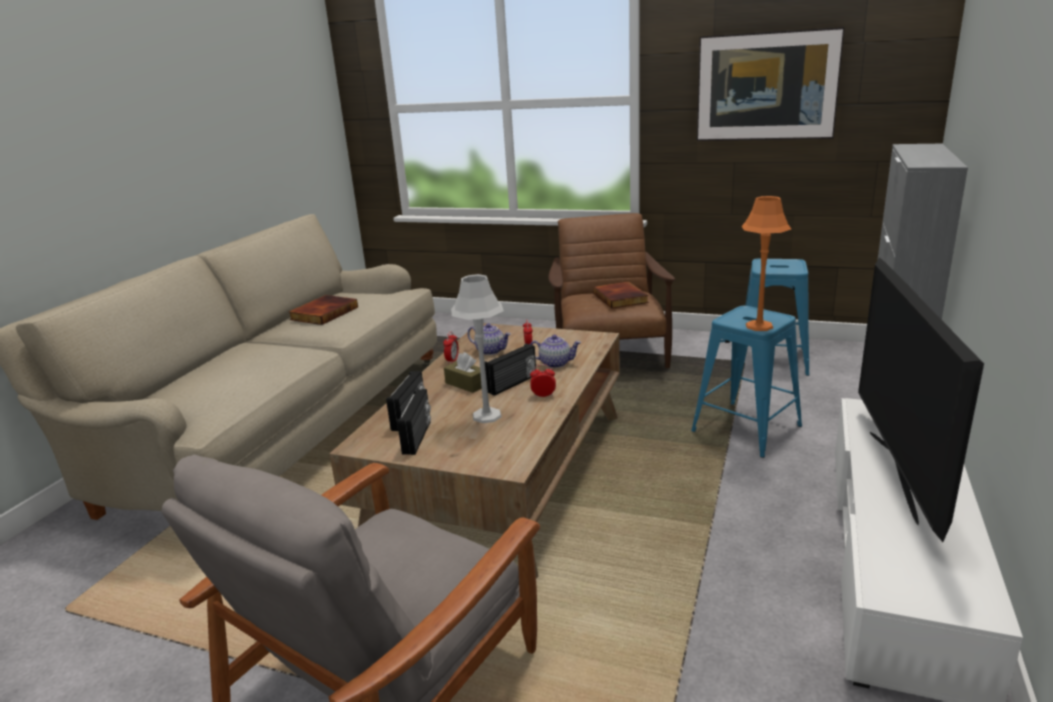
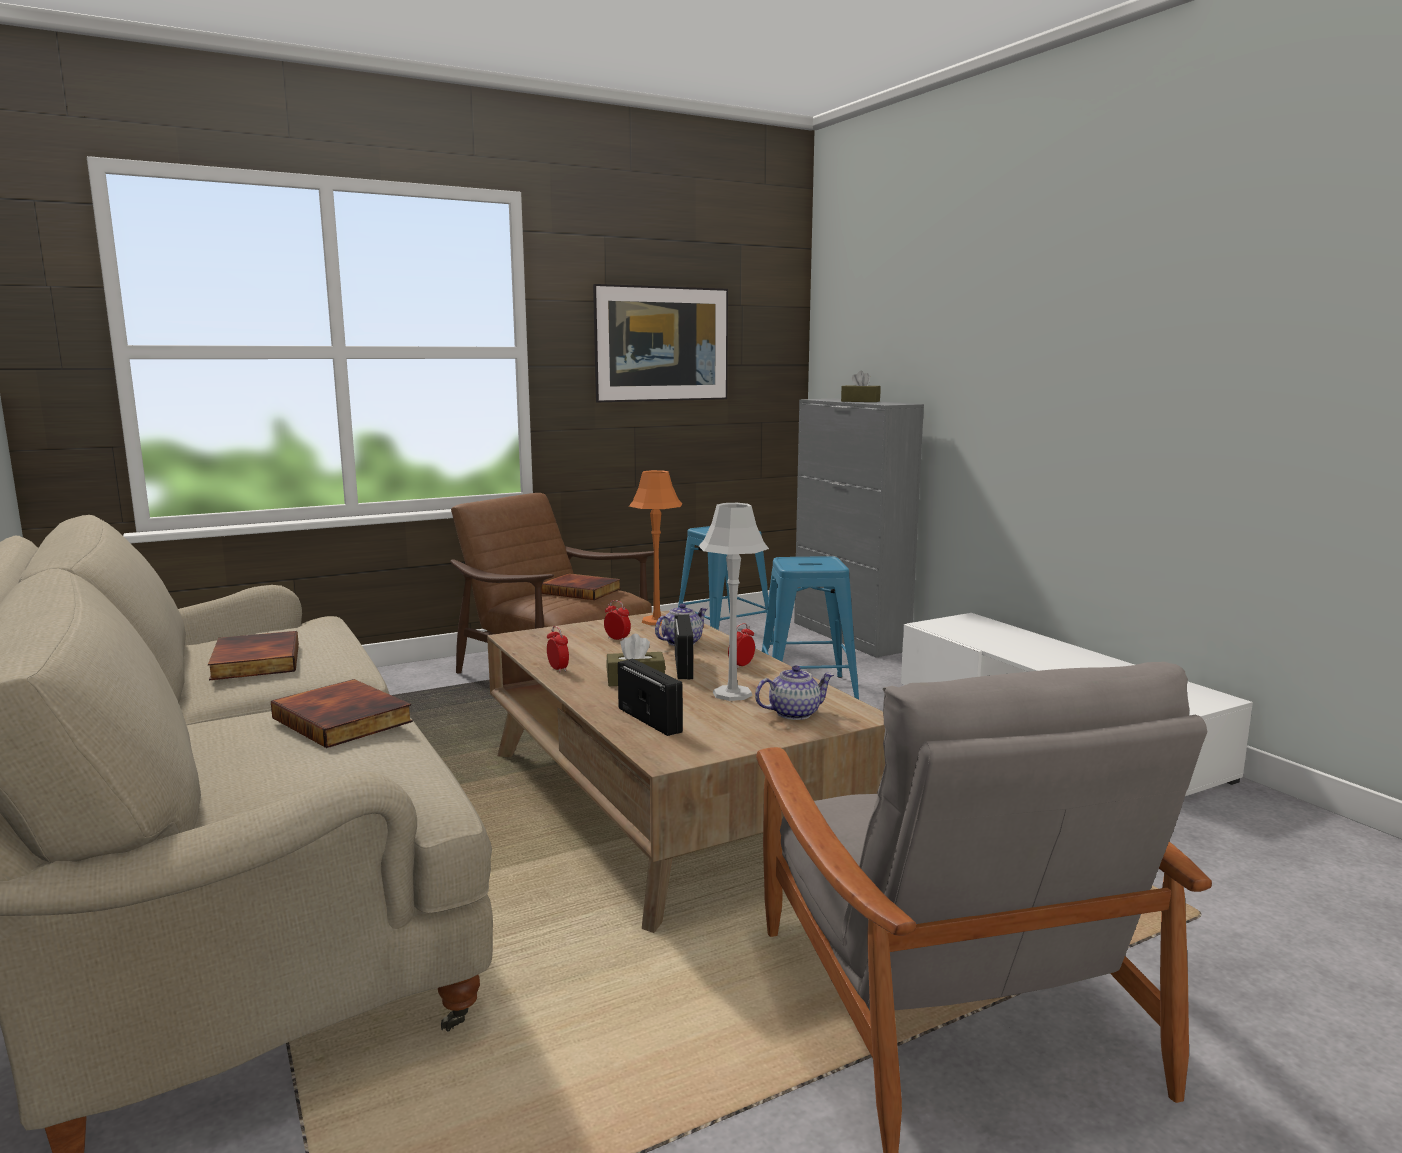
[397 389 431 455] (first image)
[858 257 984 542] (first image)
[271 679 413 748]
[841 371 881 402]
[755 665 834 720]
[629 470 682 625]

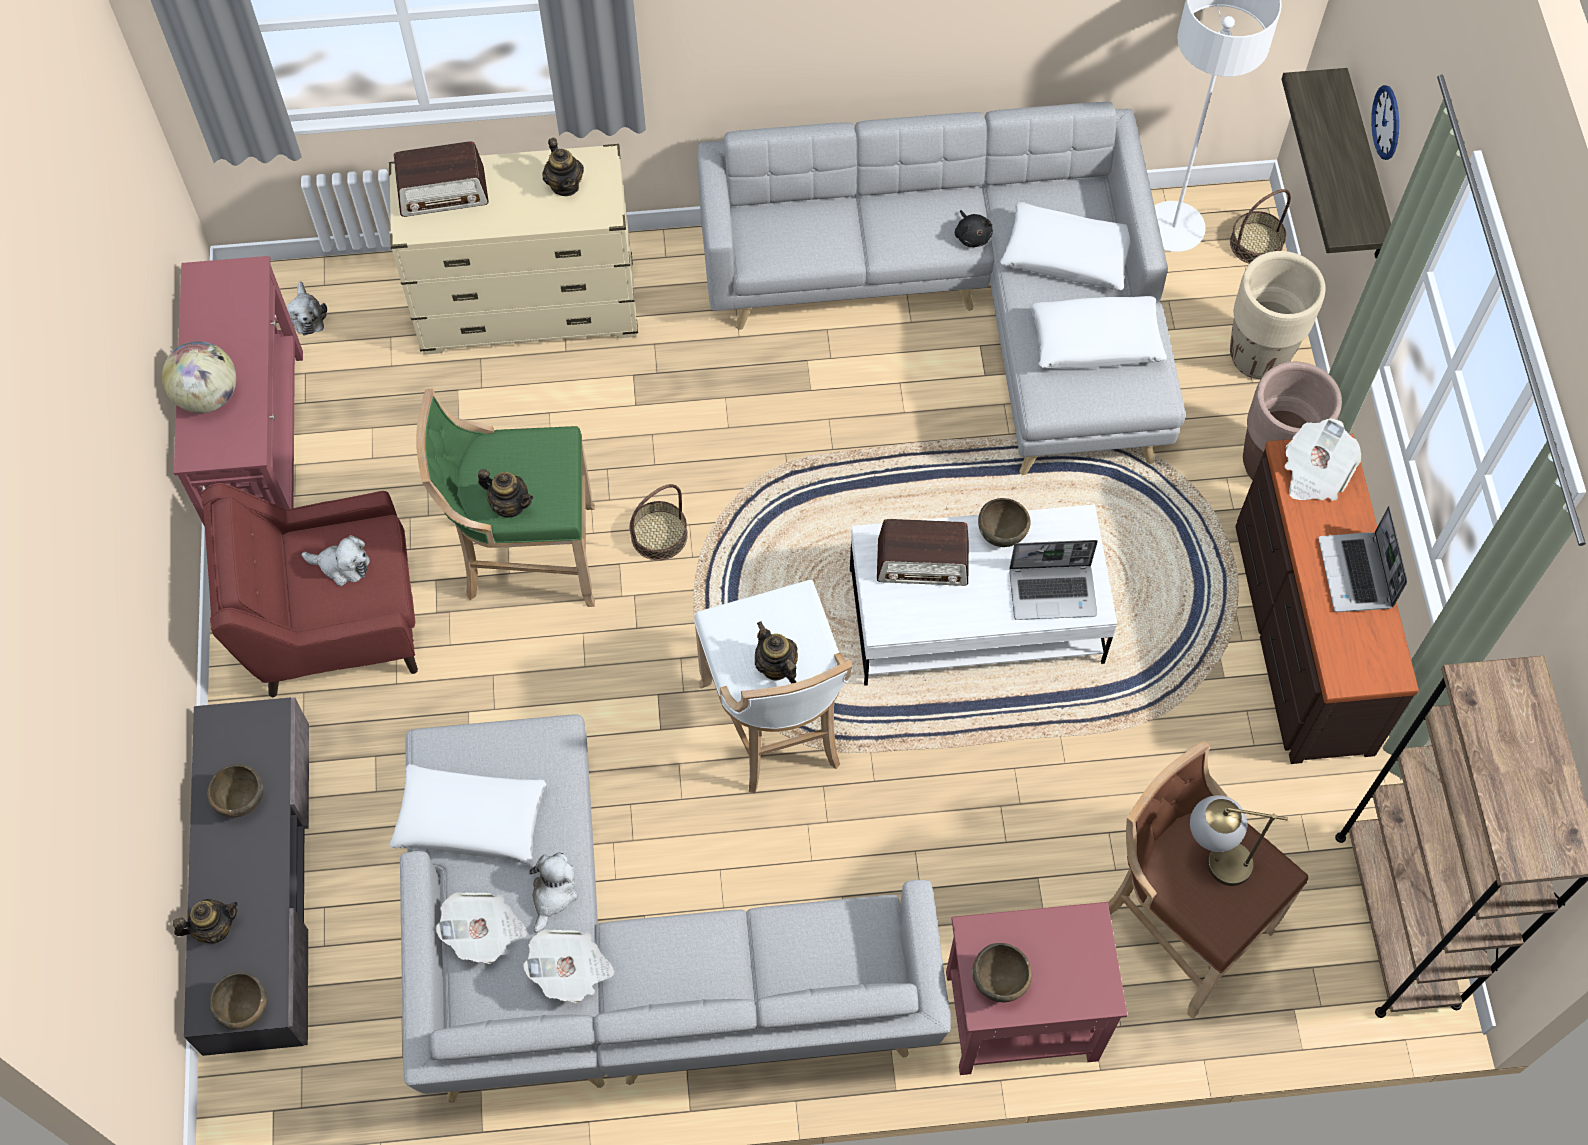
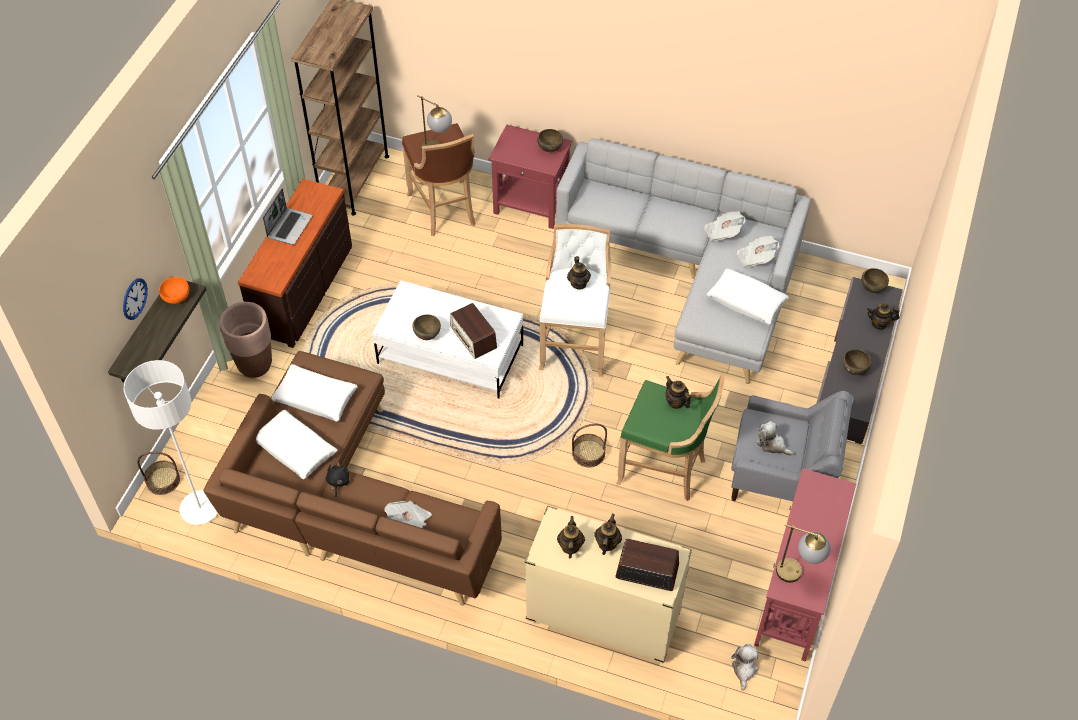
[162 341 236 413] (first image)
[529 853 578 933] (first image)
[1009 540 1098 620] (first image)
[1230 251 1325 379] (first image)
[159 277 189 304]
[594 514 622 555]
[776 524 831 583]
[385 501 432 528]
[731 391 853 501]
[203 351 502 606]
[450 303 497 359]

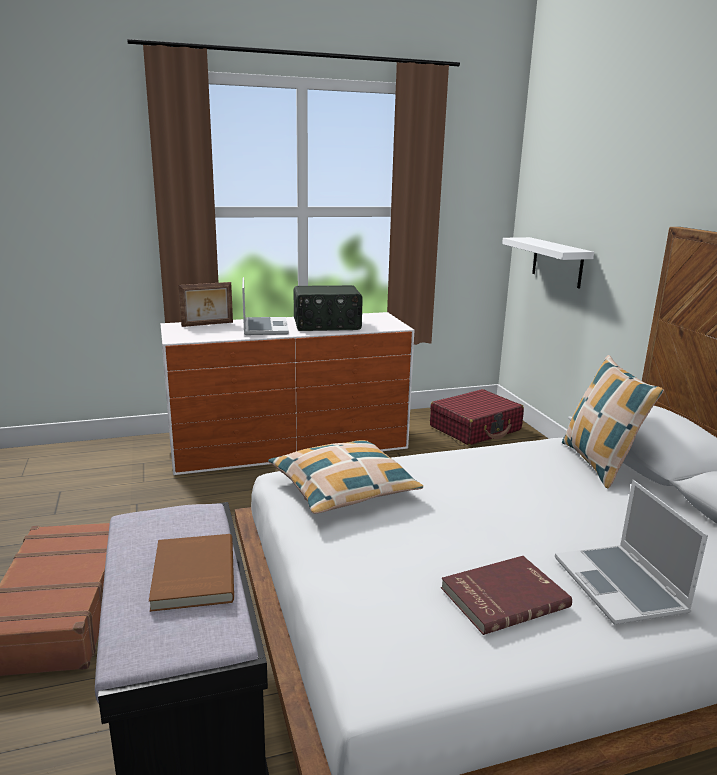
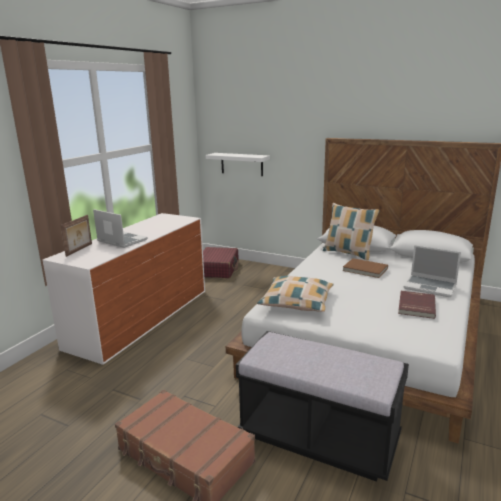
[294 285 363 331] (first image)
[343 258 388 278]

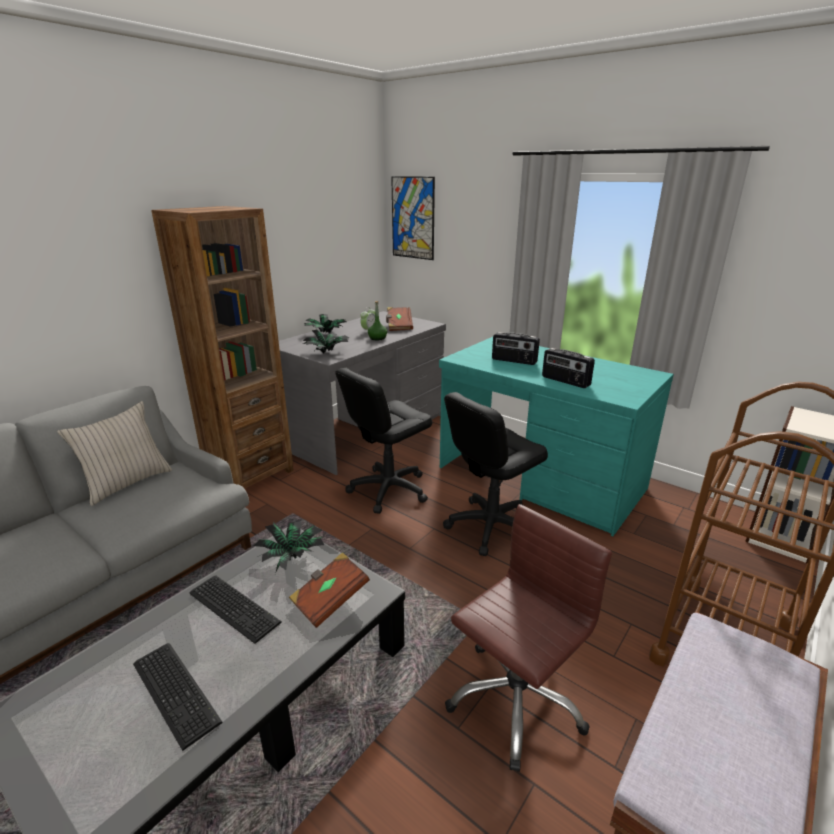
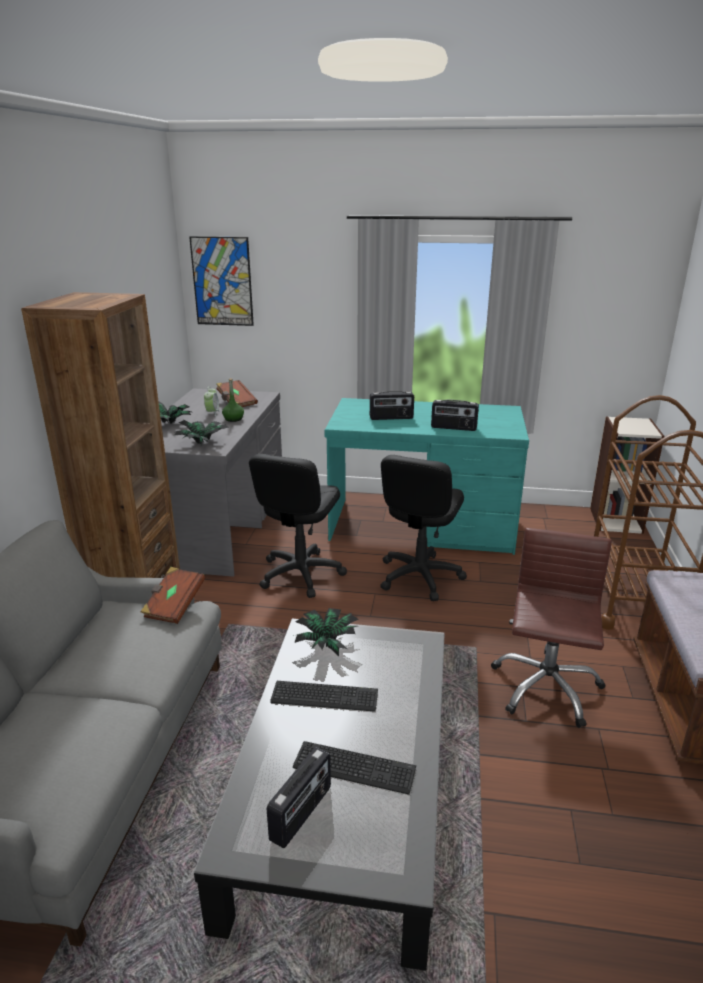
[57 401 172 506] (first image)
[267 747 331 848]
[141 567 206 624]

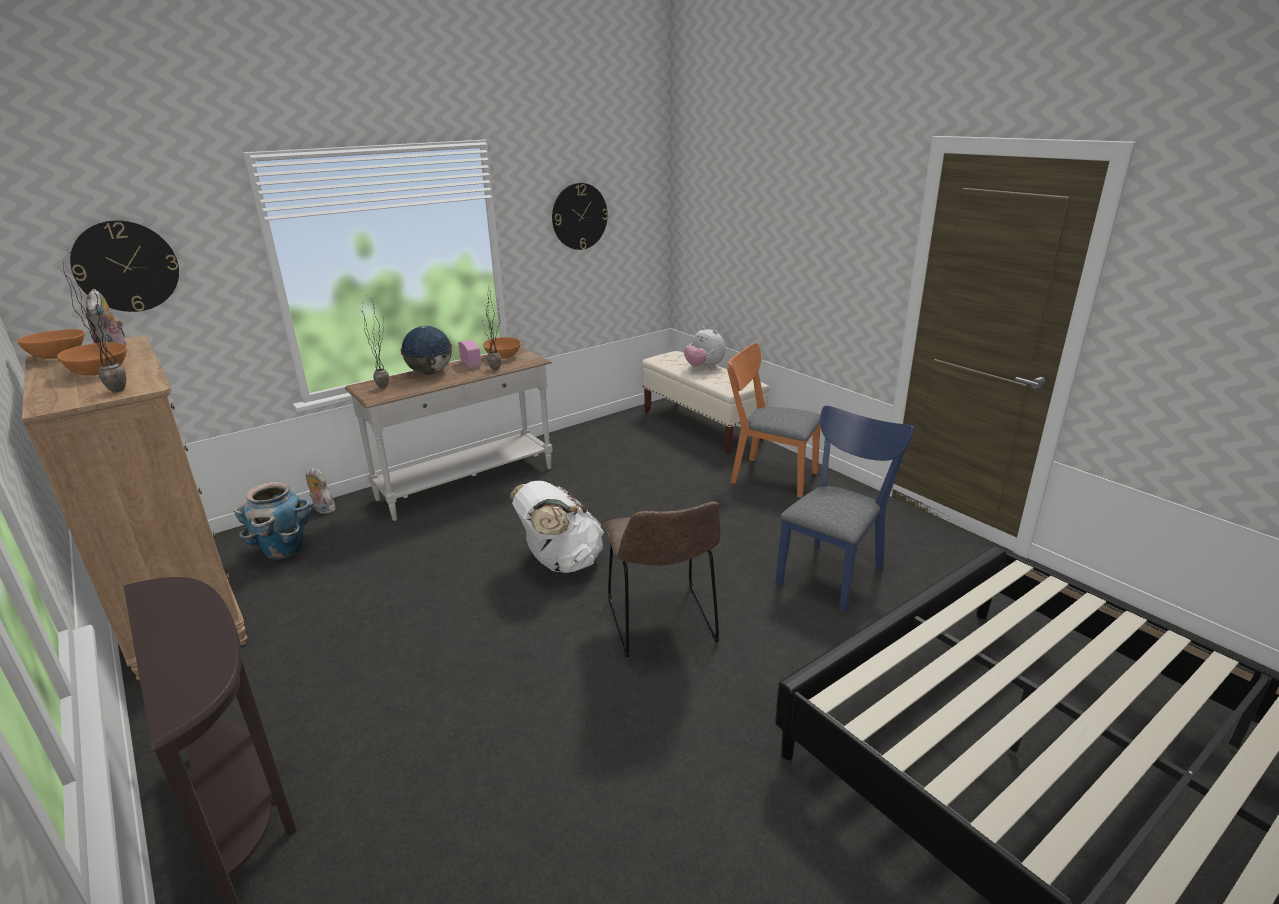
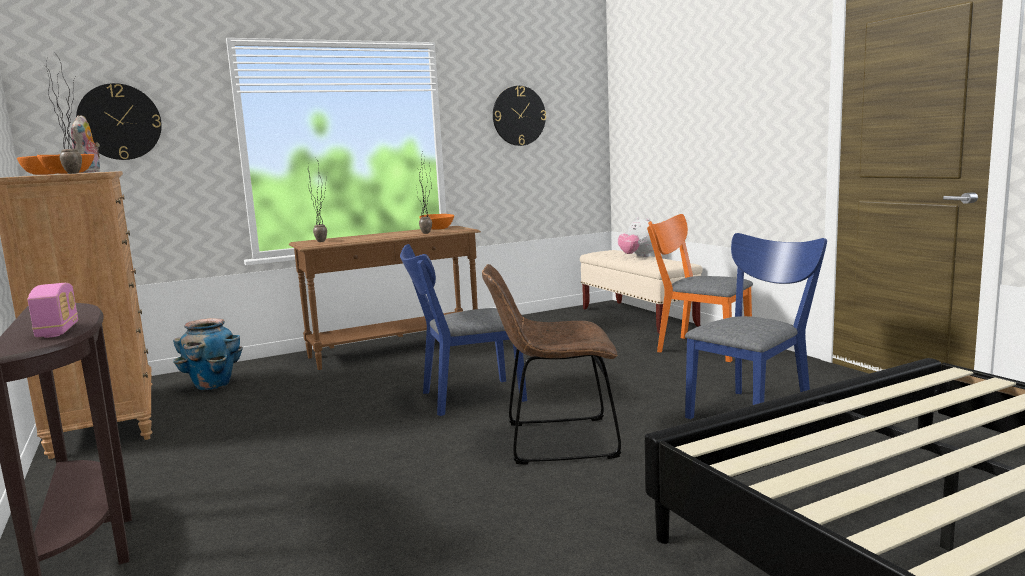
[306 468 335 514] (first image)
[400 326 452 375] (first image)
[28 283 78 338]
[400 244 527 416]
[289 226 481 370]
[482 264 622 465]

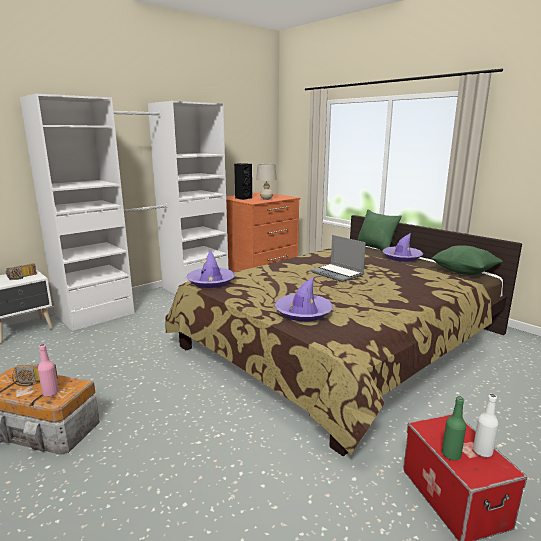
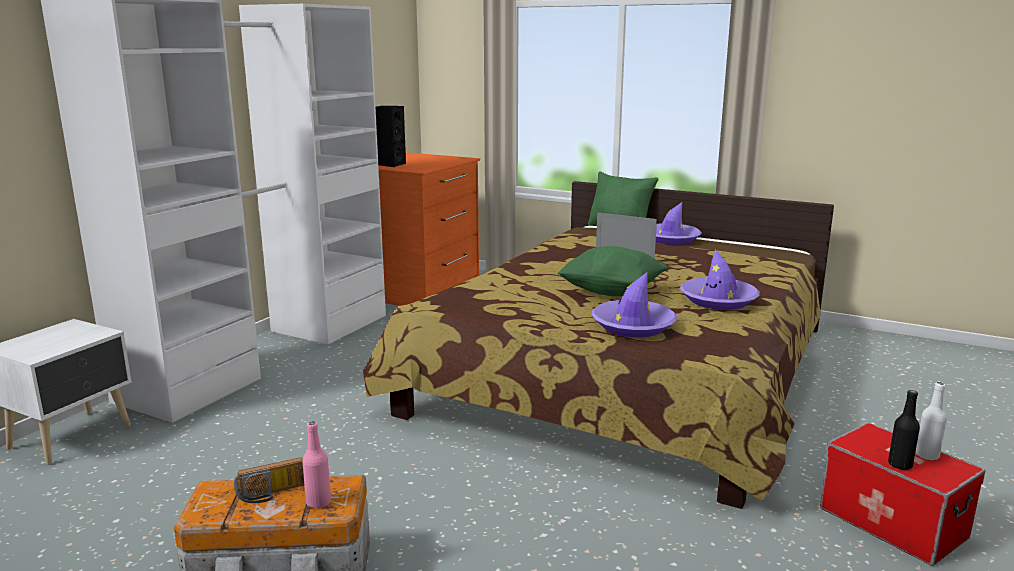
[6 263 37 280] (first image)
[256 164 277 200] (first image)
[680 249 760 310]
[557 246 669 296]
[888 390 920 470]

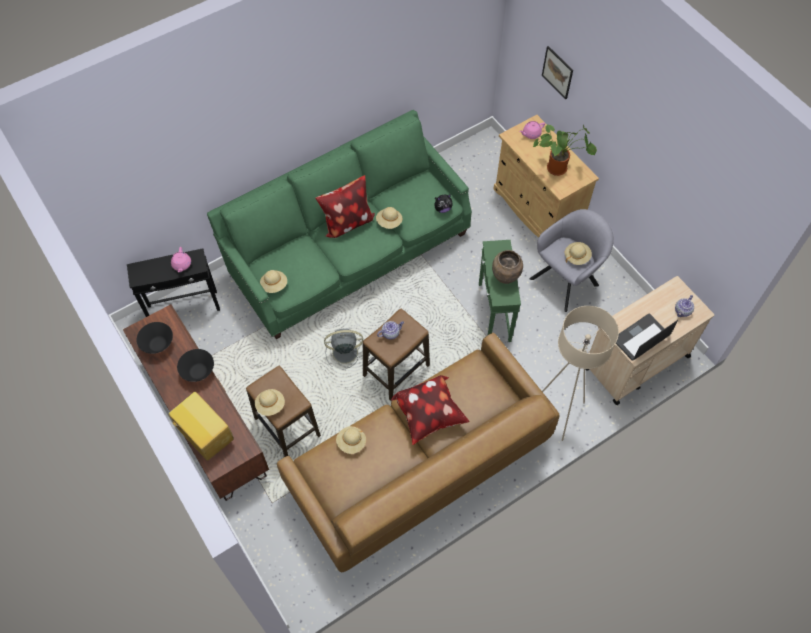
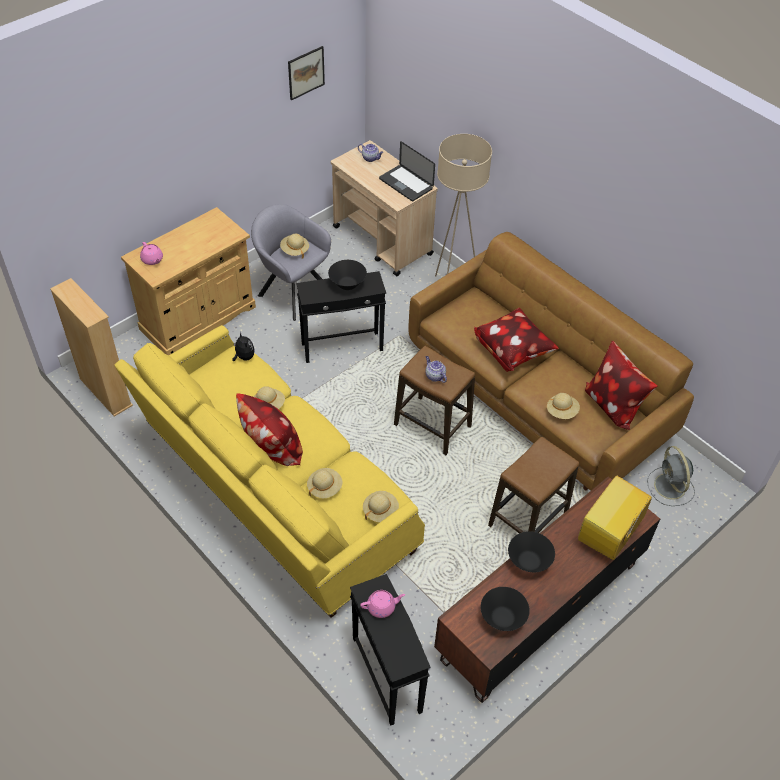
[533 124 597 176] (first image)
[50 278 133 417]
[585 341 657 430]
[307 468 342 498]
[647 446 695 506]
[288 46 325 100]
[328 260 367 290]
[115 325 425 618]
[296 271 386 363]

